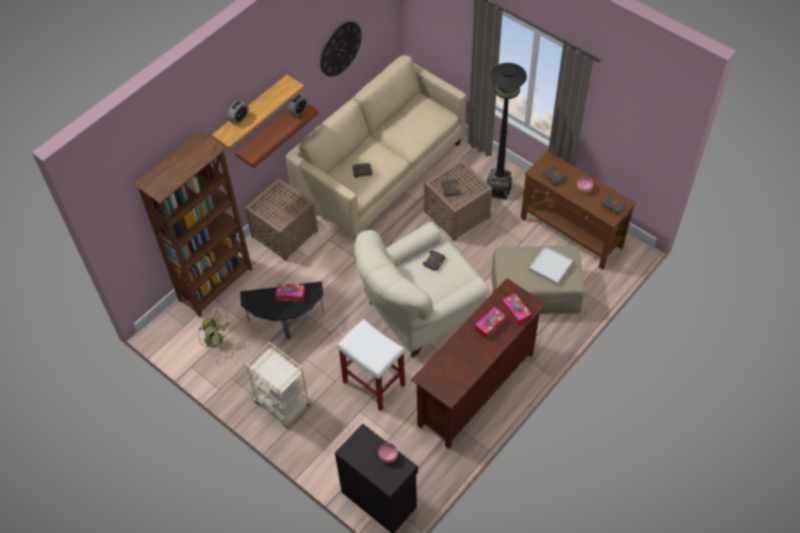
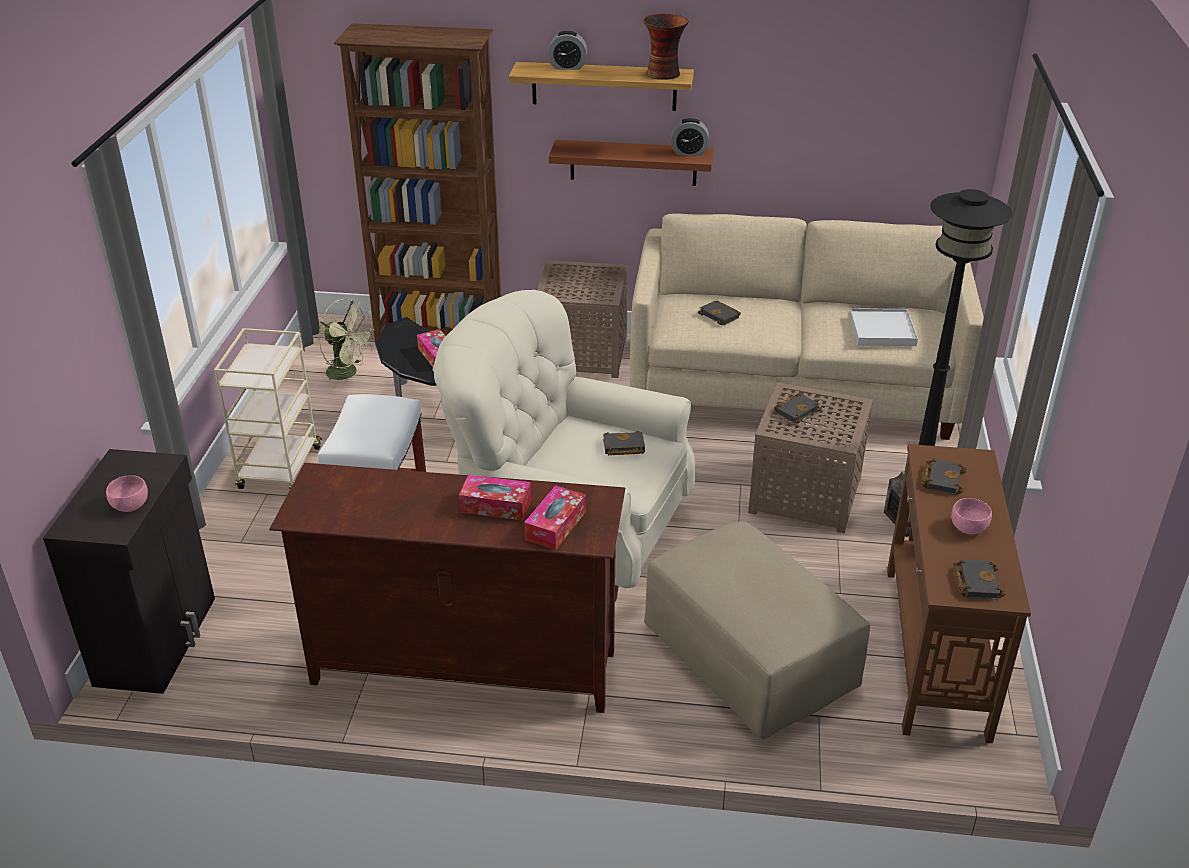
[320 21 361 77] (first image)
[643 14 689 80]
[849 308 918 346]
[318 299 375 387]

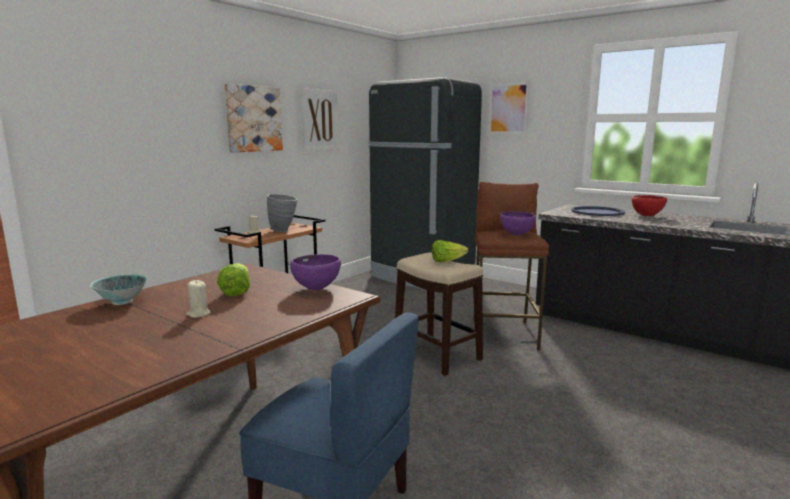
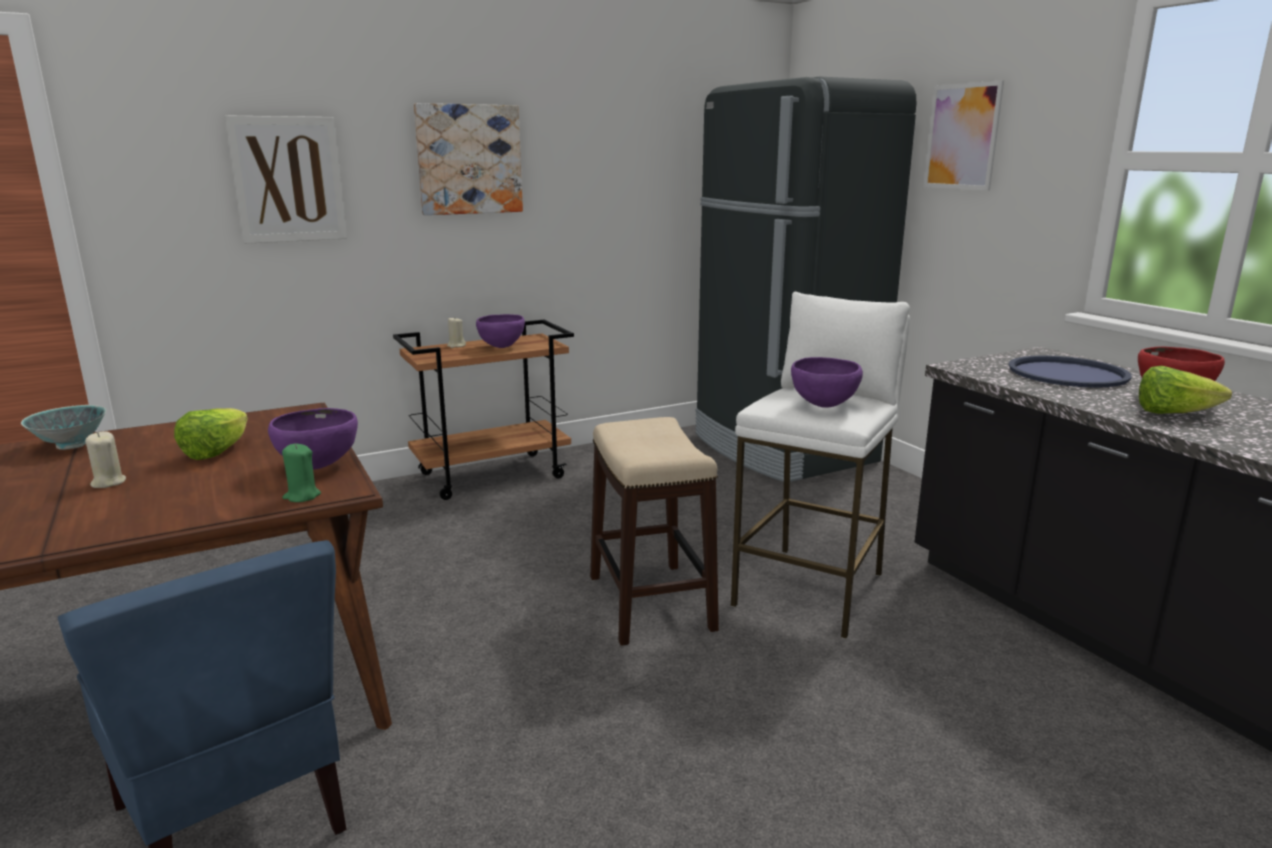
[282 444 321 502]
[225 115 347 244]
[1139 366 1232 414]
[476 314 525 348]
[731 292 910 639]

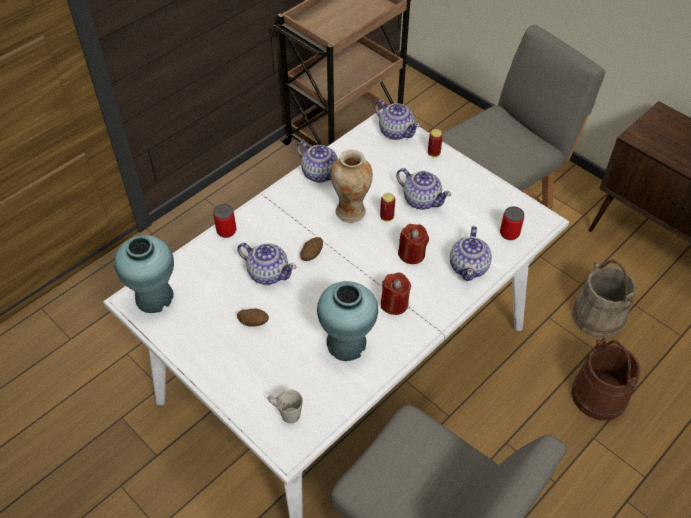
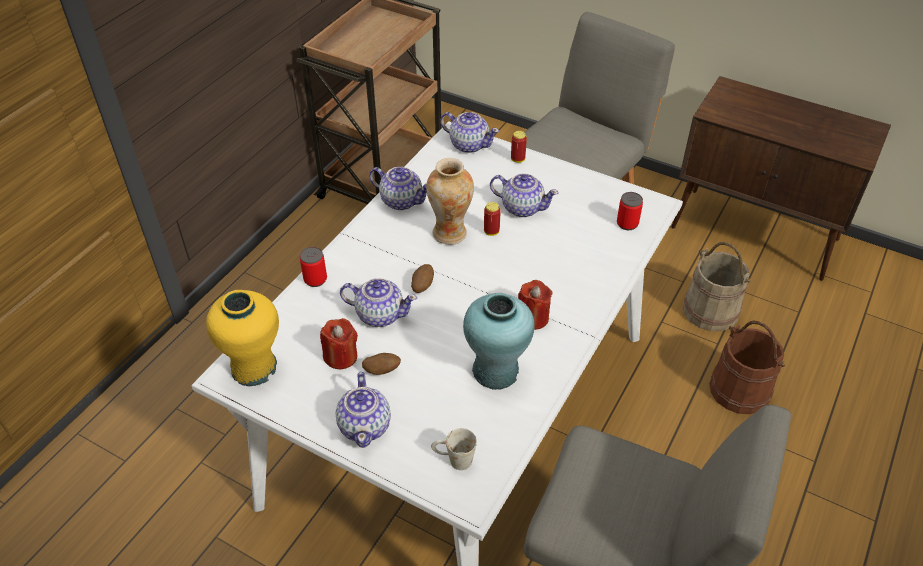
[320 318 358 369]
[335 372 391 448]
[206 290 279 386]

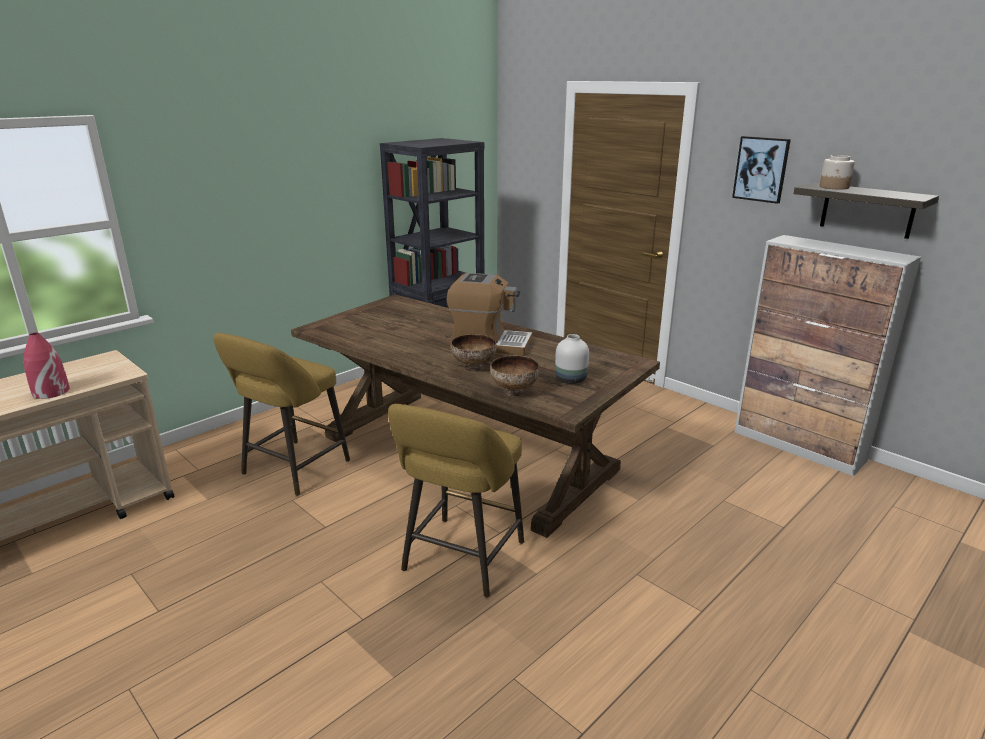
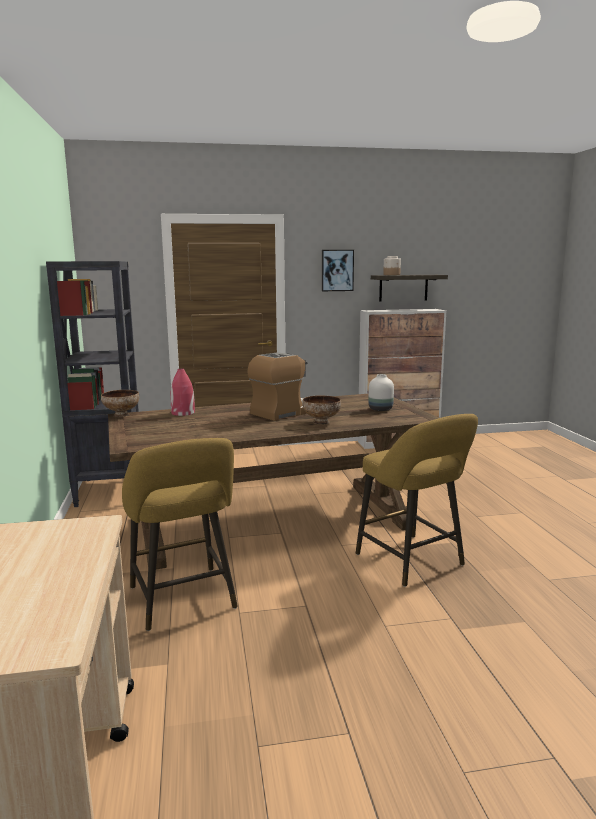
[171 368 195 416]
[101 390 139 417]

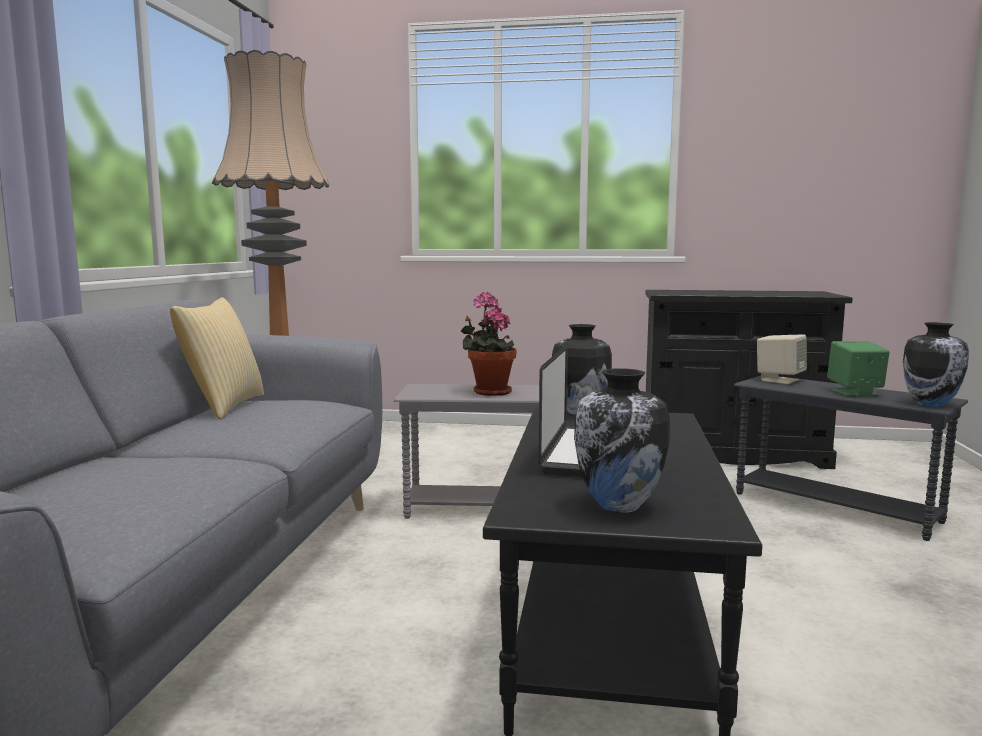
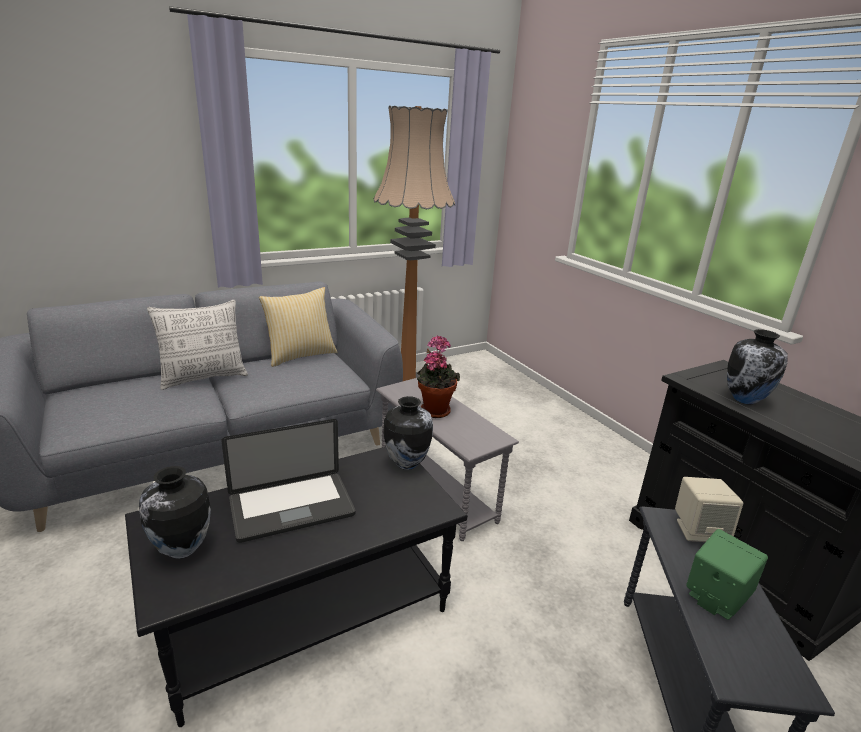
[147 300 248 390]
[727 329 788 405]

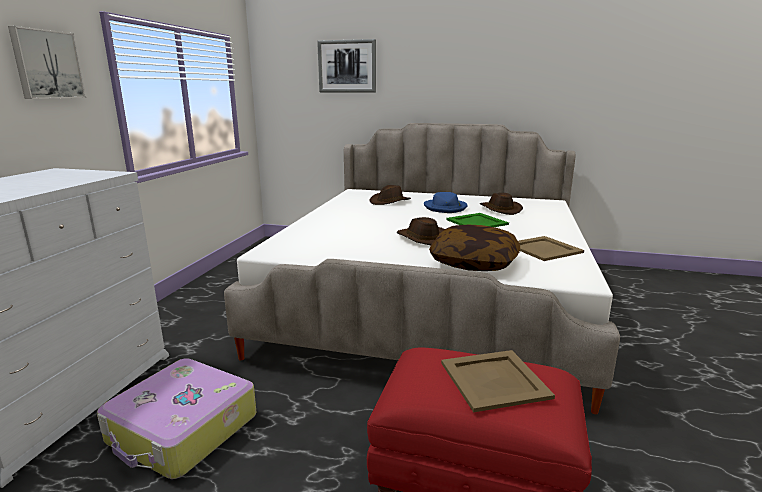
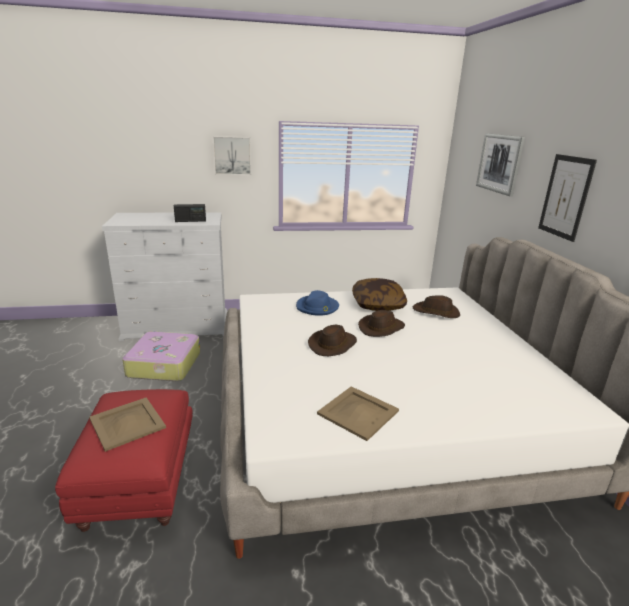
[446 213 509 227] (first image)
[174 204 206 222]
[538 154 597 242]
[296 290 339 316]
[352 278 407 311]
[358 310 405 337]

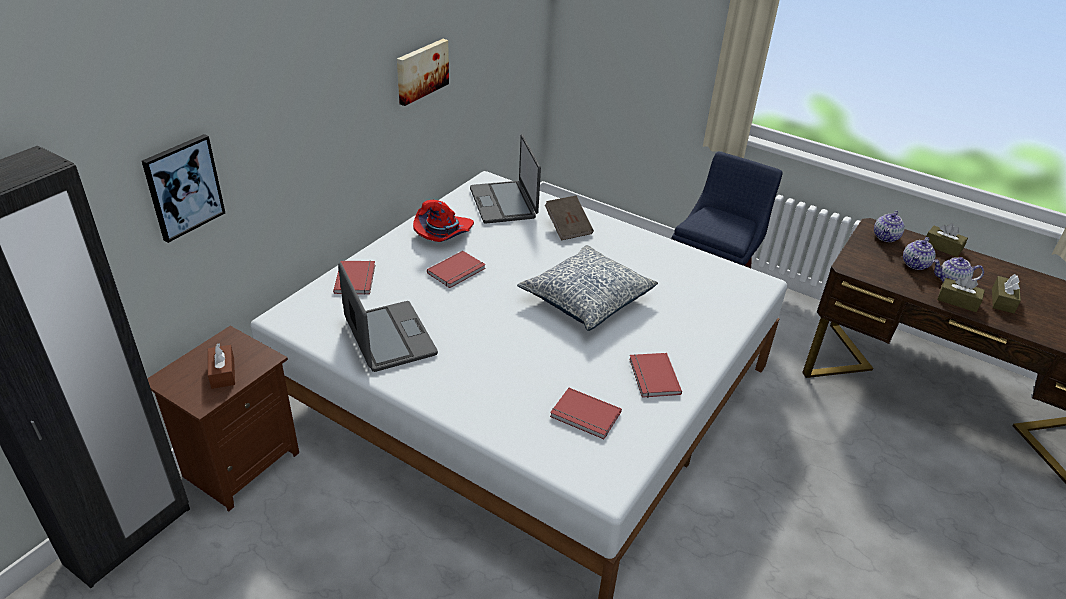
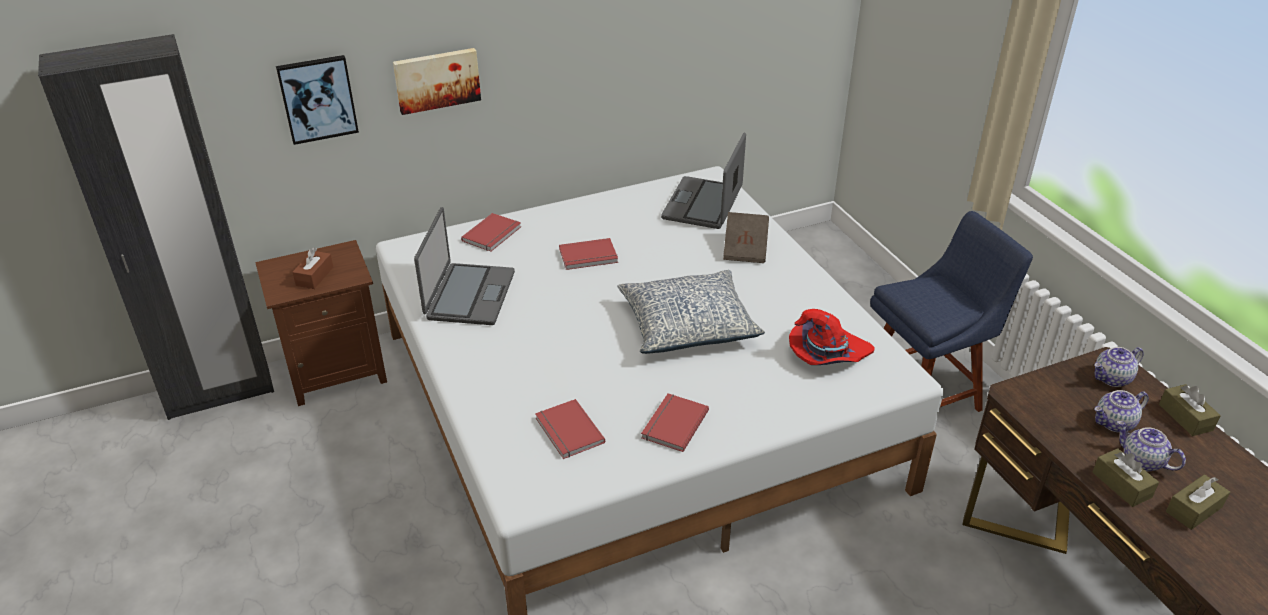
[393 48 481 115]
[789 309 875 365]

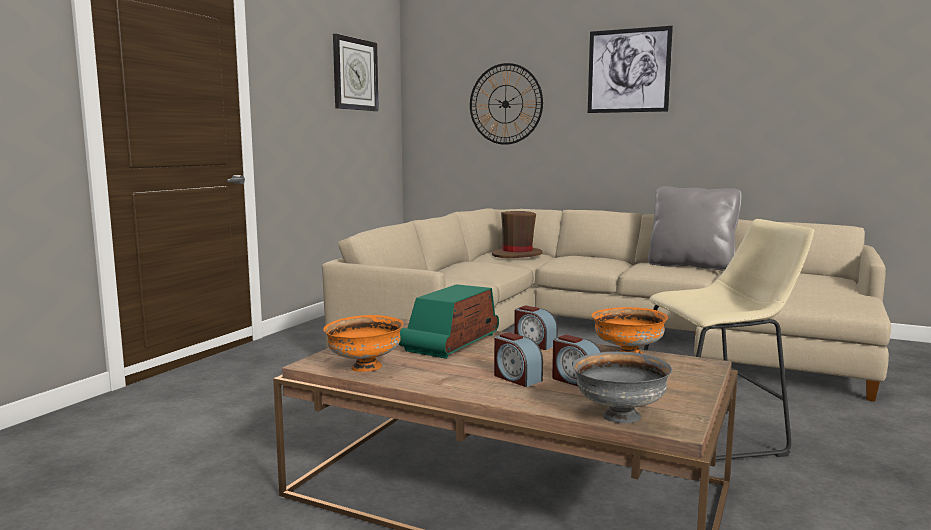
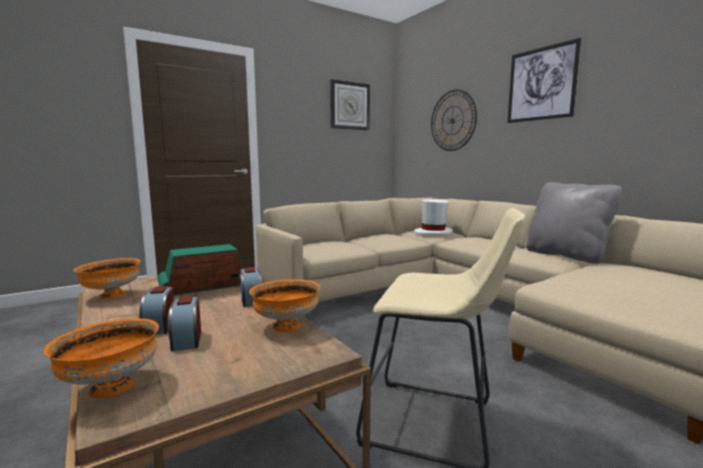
[414 199 453 235]
[44 318 159 398]

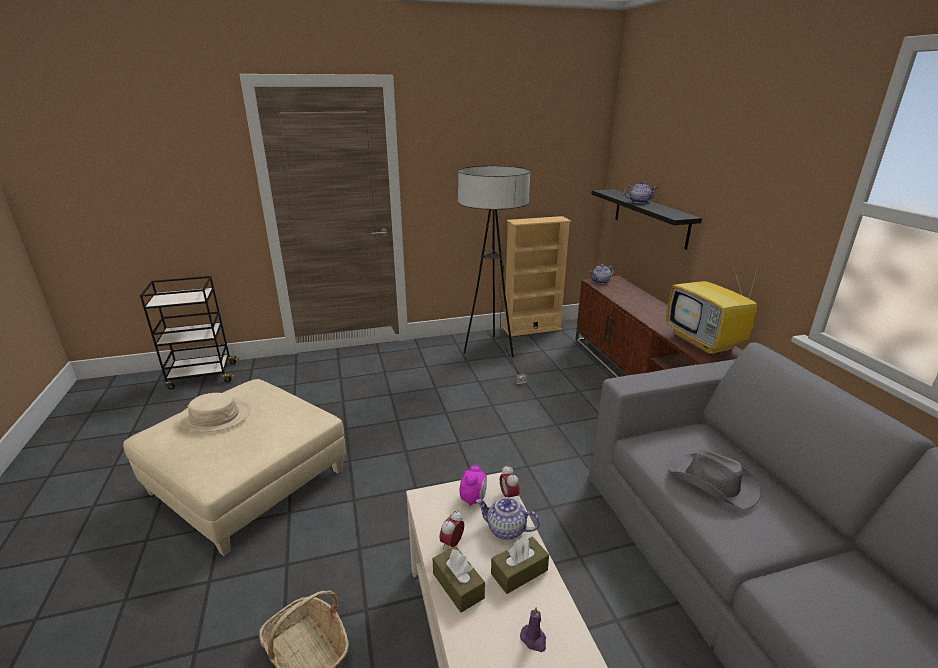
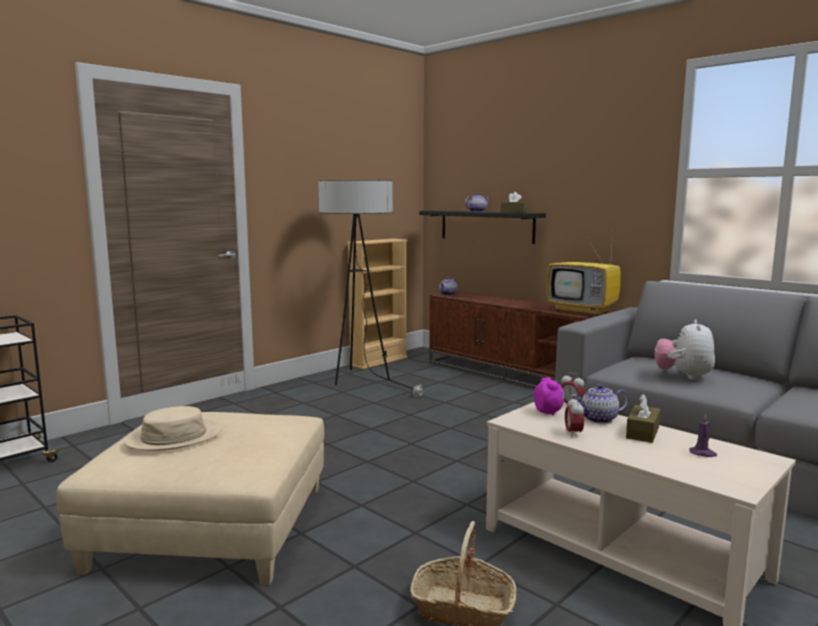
[501 192 527 213]
[654 320 715 380]

